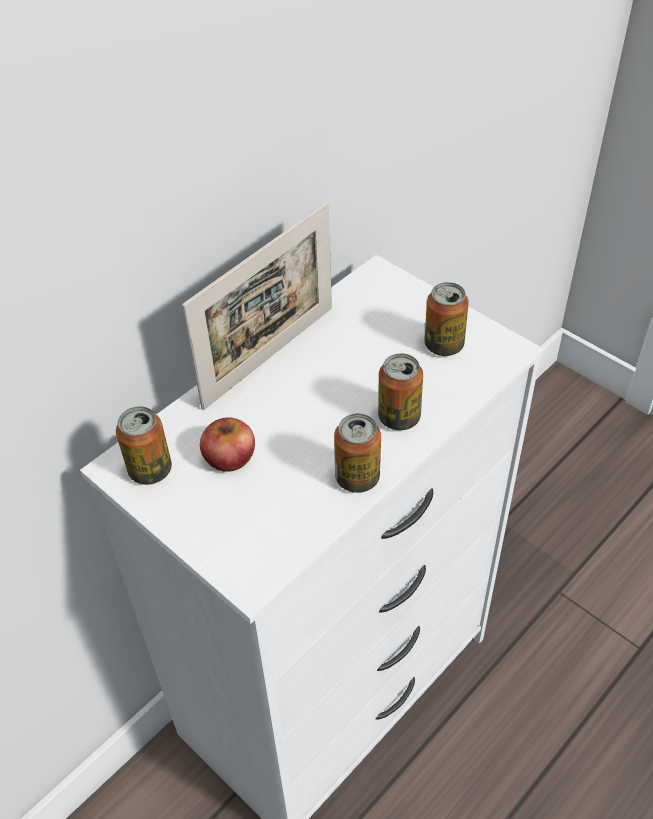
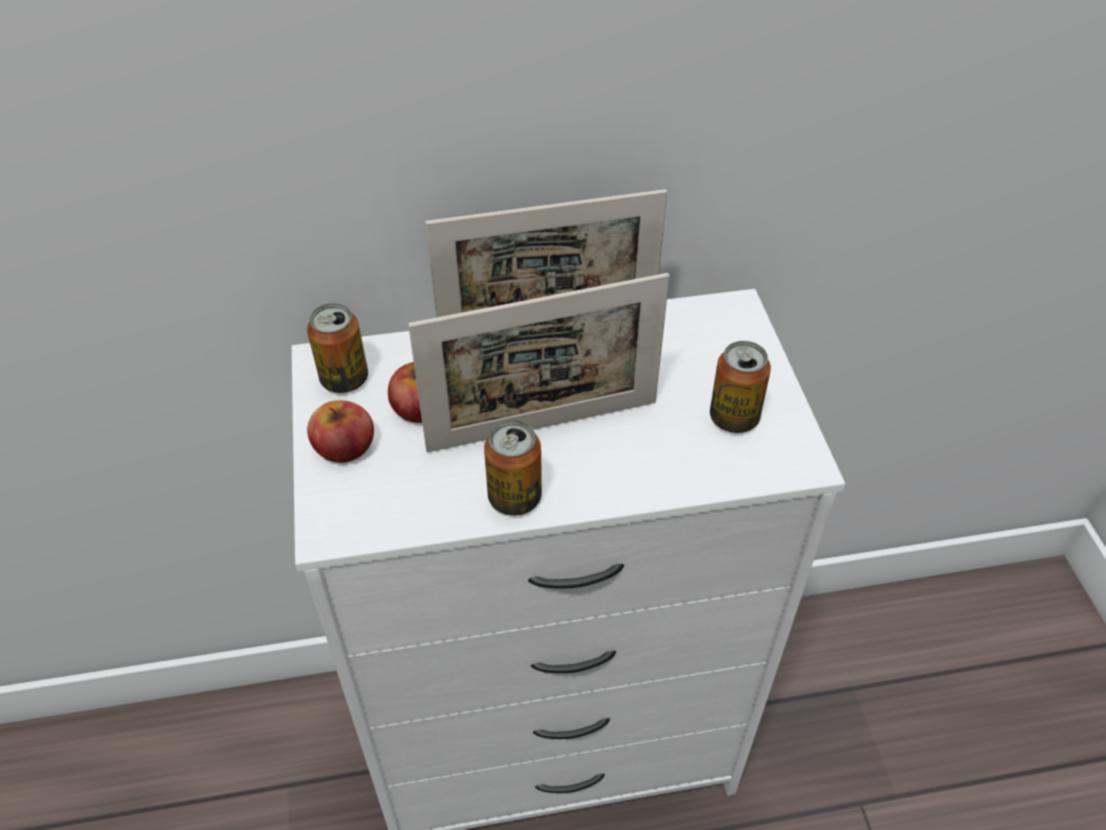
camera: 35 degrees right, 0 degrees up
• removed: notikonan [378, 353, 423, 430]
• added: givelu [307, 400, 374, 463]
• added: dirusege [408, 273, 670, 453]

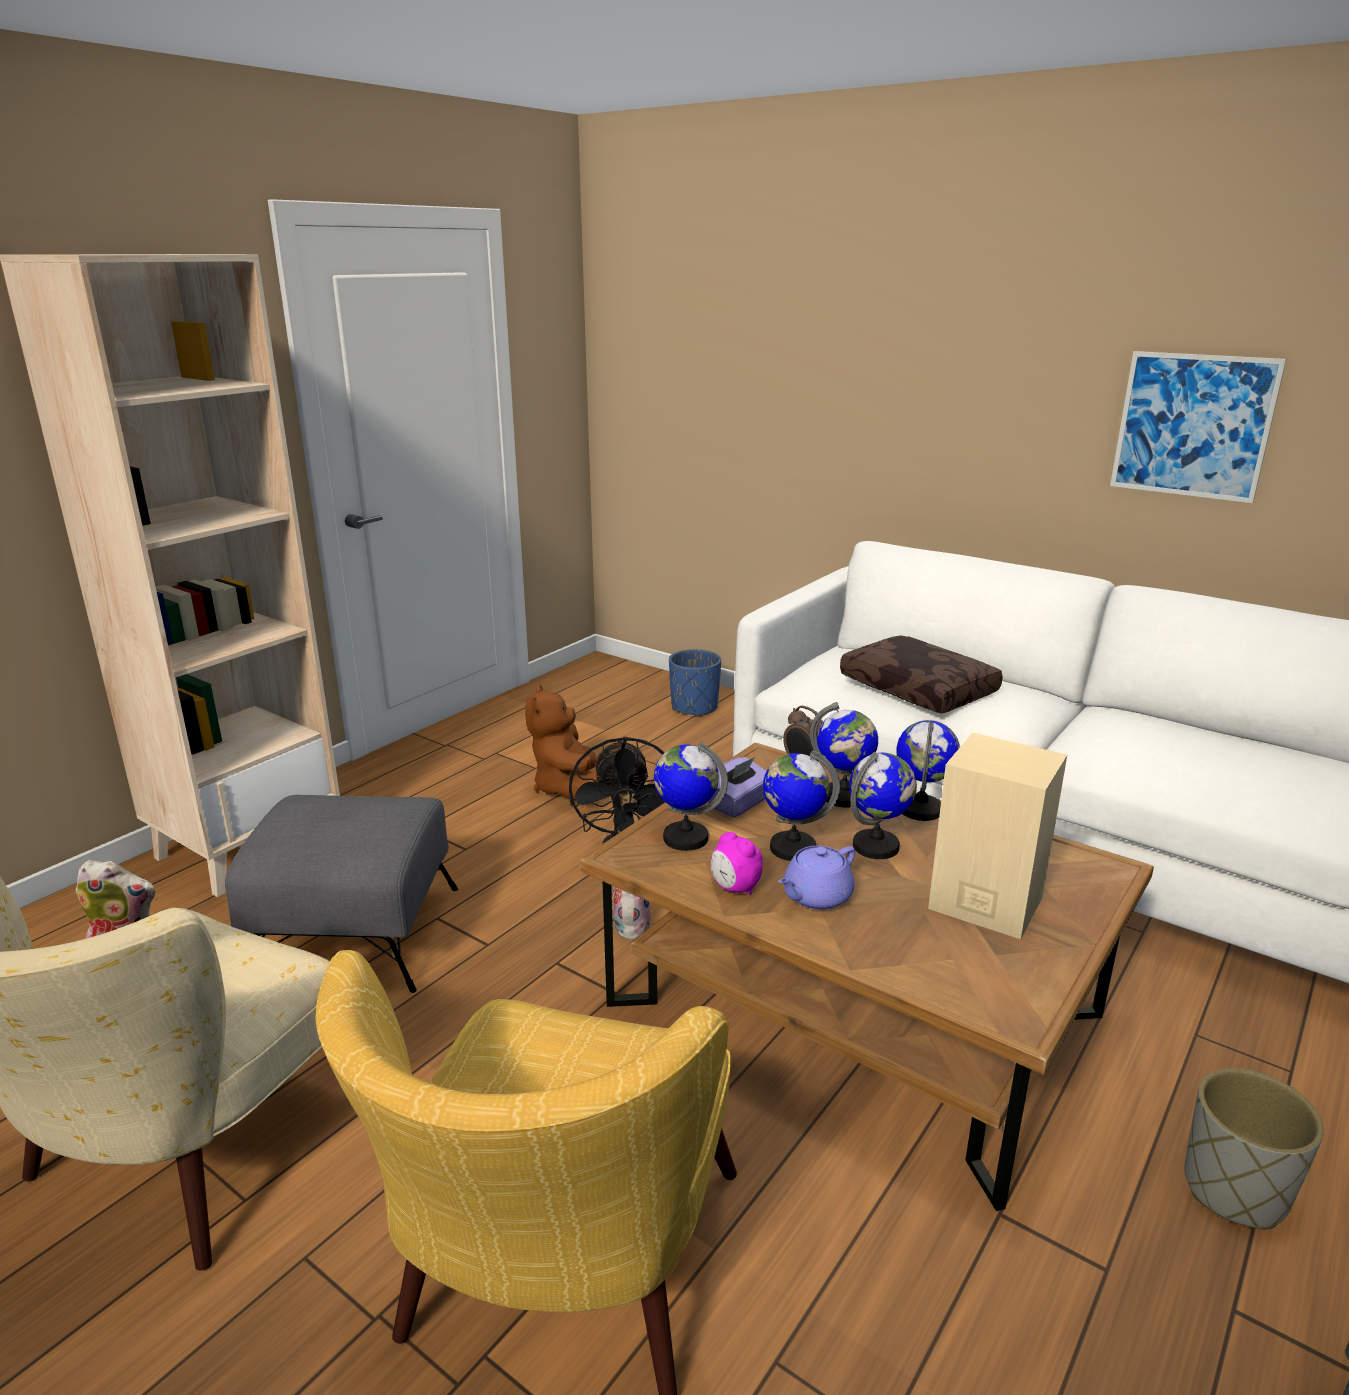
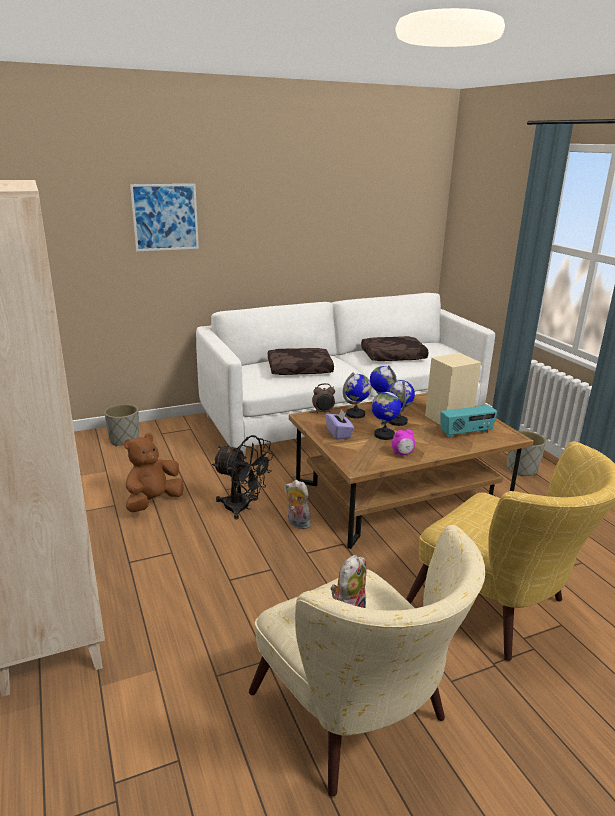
camera: 60 degrees left, 0 degrees up
• removed: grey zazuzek [225, 795, 458, 993]
• turned: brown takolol [525, 685, 598, 801] = [124, 434, 184, 512] 105 degrees clockwise
• removed: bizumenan [654, 742, 728, 851]
• recoloured: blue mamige [669, 649, 721, 717] to grey mamige [104, 404, 139, 446]
• removed: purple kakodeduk [778, 846, 855, 910]
• moved: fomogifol [1110, 351, 1286, 503] to [130, 184, 199, 251]
• added: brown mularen [361, 336, 429, 361]
• added: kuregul [440, 405, 497, 438]

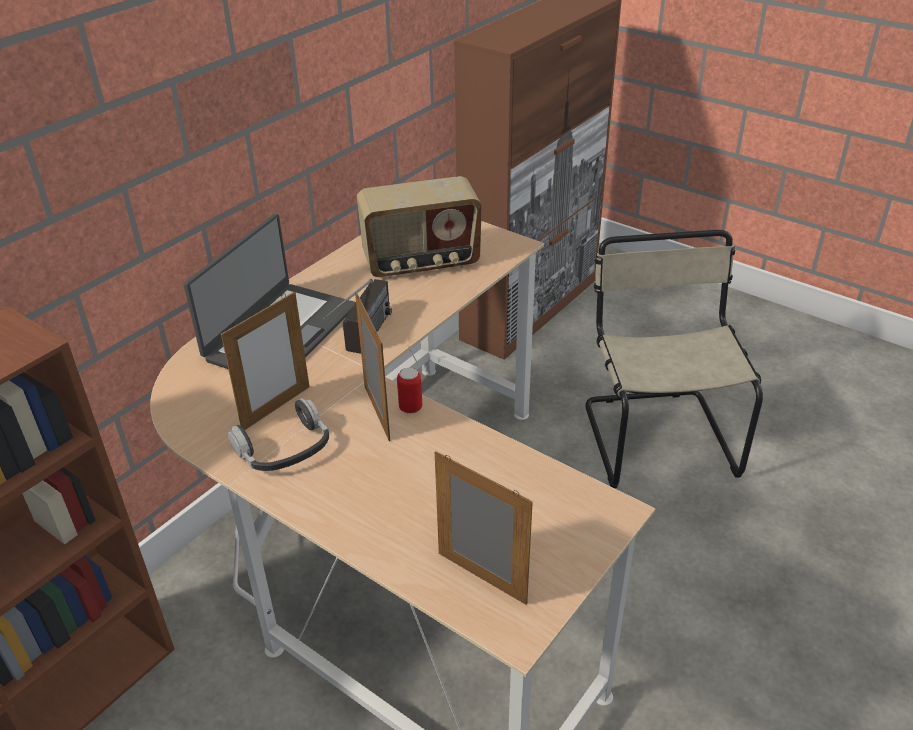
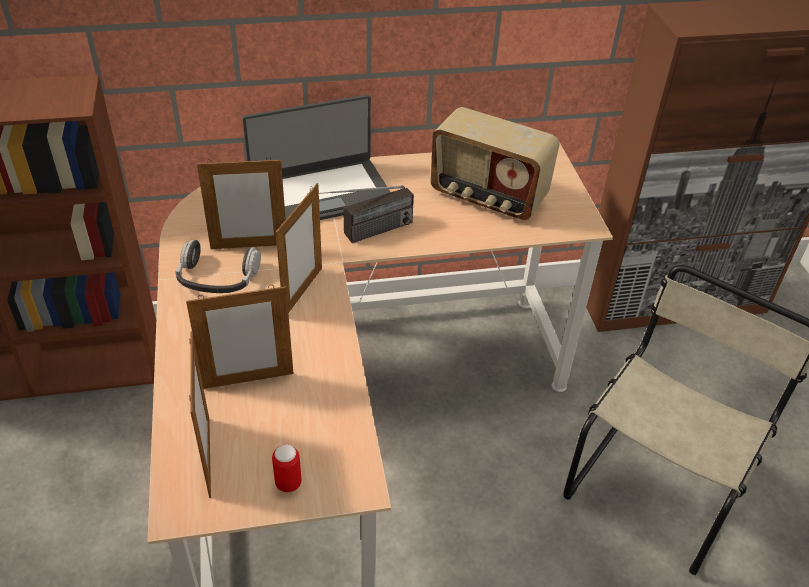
camera: 40 degrees right, 5 degrees up
• moved: notikonan [397, 368, 422, 414] to [272, 444, 302, 492]
• added: dirusege [186, 285, 294, 389]

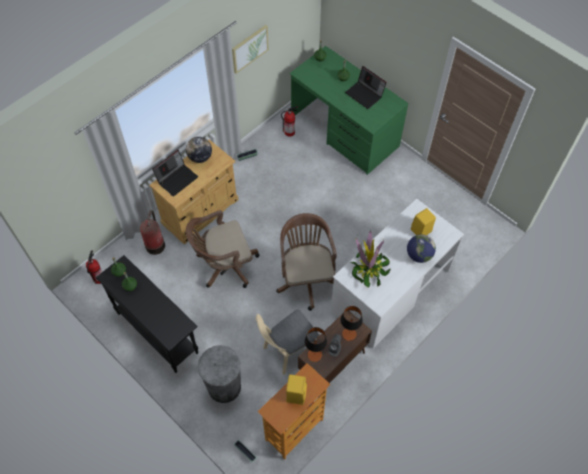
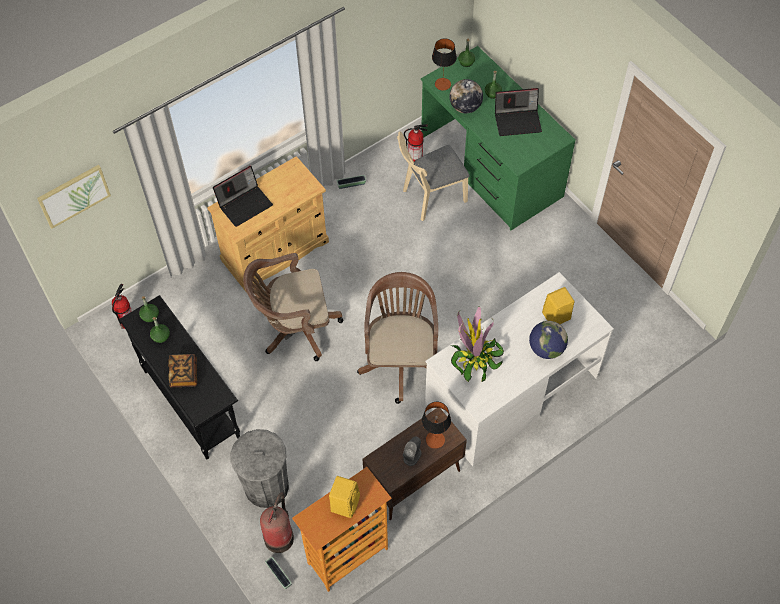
camera: 10 degrees right, 0 degrees up
• moved: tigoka [140, 210, 165, 255] to [260, 492, 294, 553]
• moved: bizumenan [186, 137, 212, 163] to [449, 79, 483, 113]
• moved: fomogifol [232, 25, 269, 74] to [37, 165, 111, 229]
• moved: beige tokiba [256, 309, 320, 375] to [397, 131, 470, 221]
• moved: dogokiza [305, 327, 327, 362] to [432, 38, 457, 90]
• turned: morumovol [345, 66, 387, 109] = [495, 88, 542, 136] 60 degrees counterclockwise
• added: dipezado [168, 354, 197, 387]

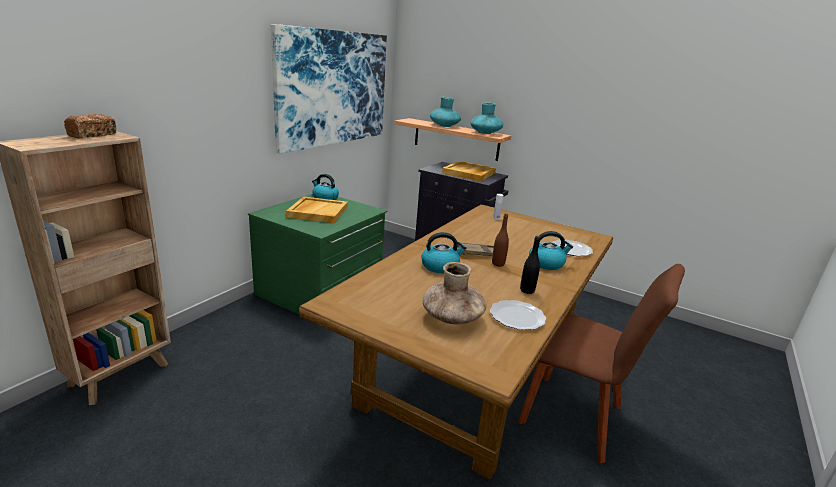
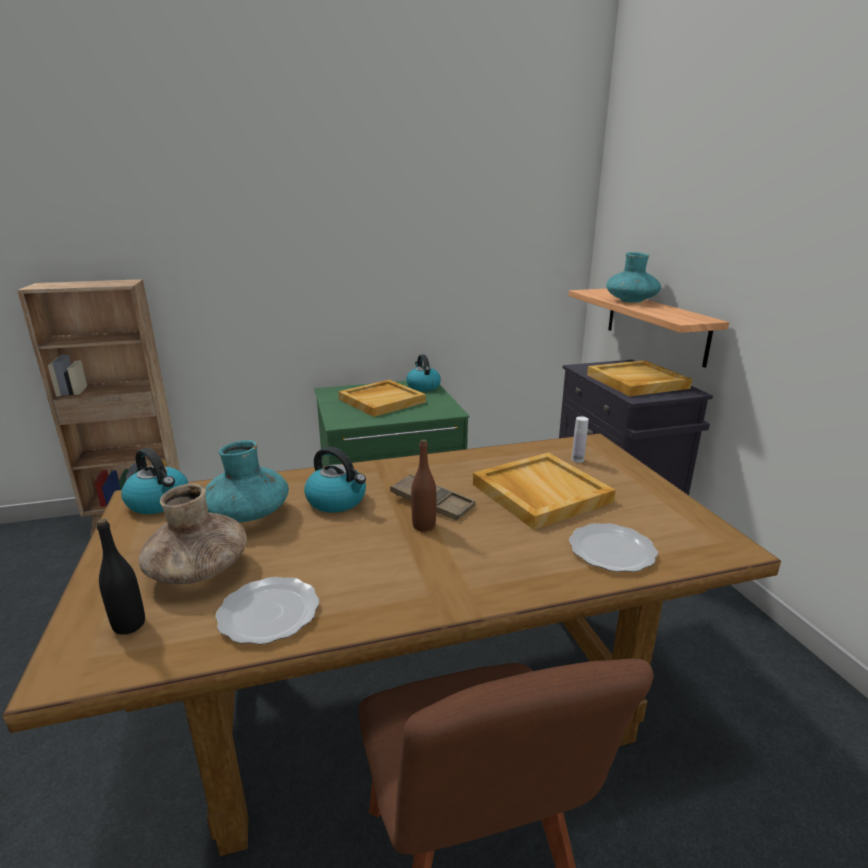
camera: 45 degrees right, 0 degrees up
• removed: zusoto [64, 114, 117, 138]
• removed: fomogifol [271, 24, 387, 154]
• moved: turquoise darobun [470, 103, 503, 134] to [205, 440, 289, 522]
• moved: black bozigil [520, 236, 540, 294] to [97, 519, 145, 635]
• moved: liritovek [529, 231, 573, 270] to [121, 448, 188, 514]
• added: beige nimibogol [473, 453, 616, 530]

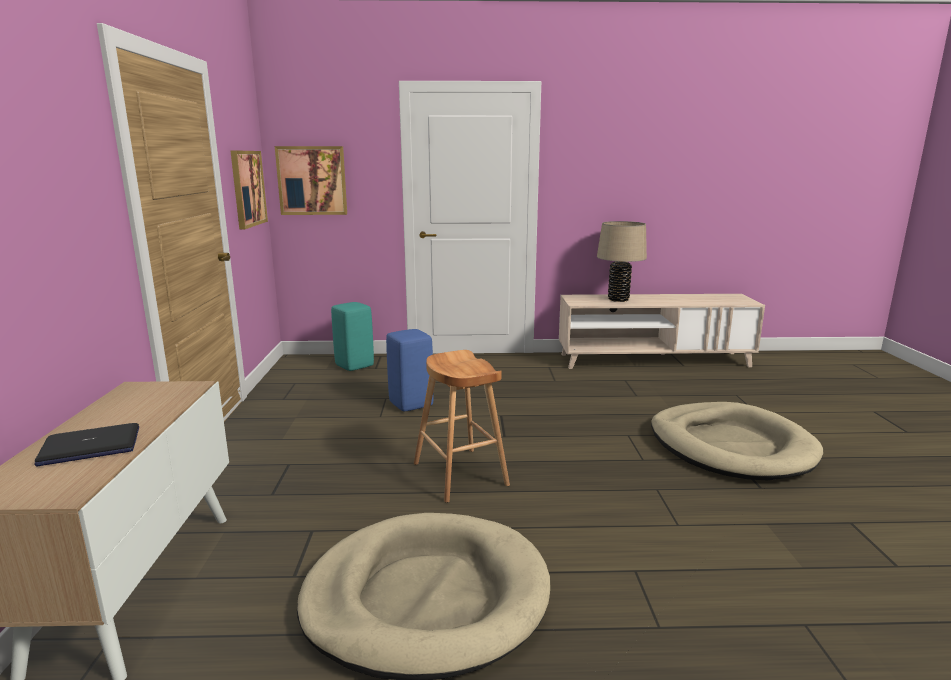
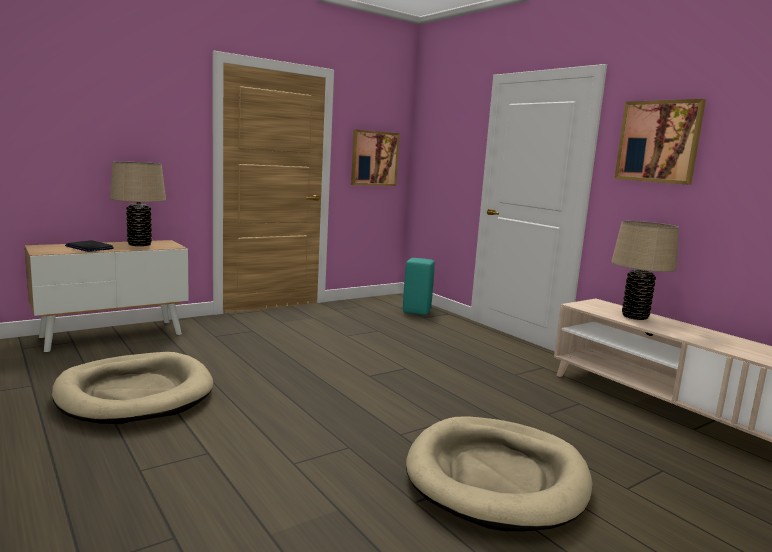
camera: 55 degrees right, 5 degrees down
• moved: fomogifol [275, 146, 347, 215] to [614, 99, 706, 185]
• removed: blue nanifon [386, 329, 434, 411]
• removed: brown nanifon [414, 350, 510, 503]
• added: beige dogokiza [110, 161, 166, 246]

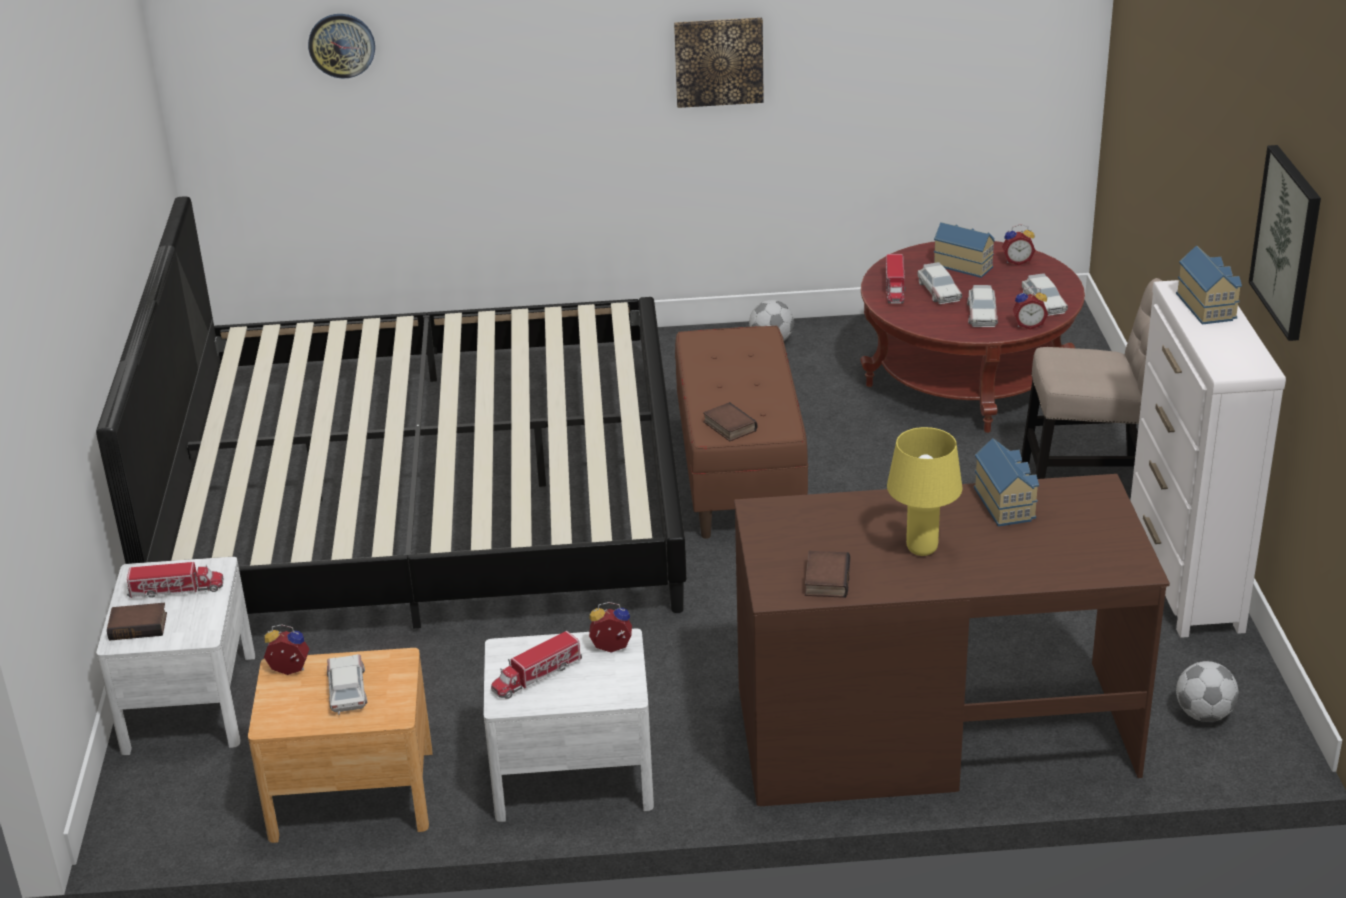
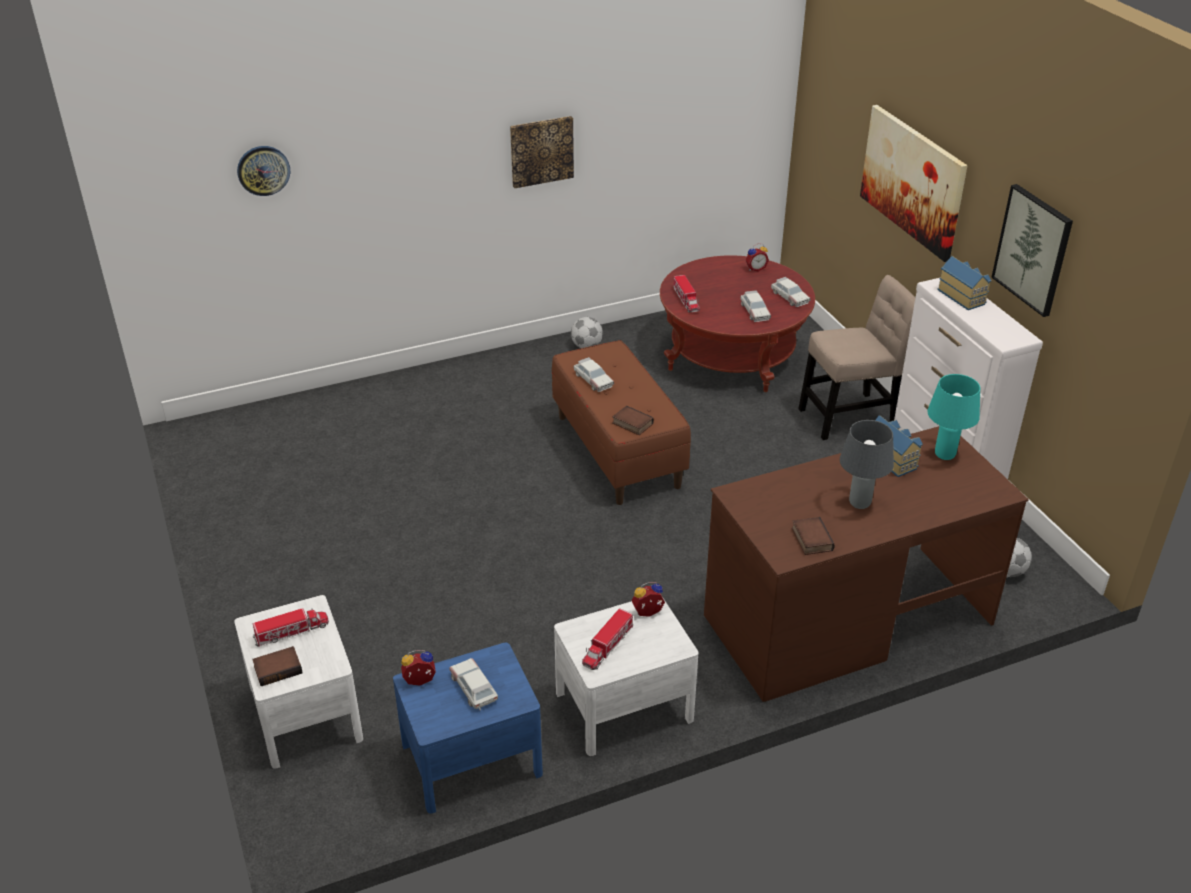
camera: 20 degrees left, 5 degrees up
• removed: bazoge [96, 196, 687, 629]
• recoloured: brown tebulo [248, 648, 433, 843] to blue tebulo [393, 642, 543, 814]
• recoloured: yellow dogokiza [887, 427, 962, 556] to grey dogokiza [840, 420, 894, 509]
• moved: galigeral [917, 262, 962, 304] to [574, 357, 614, 392]
• removed: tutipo [934, 222, 995, 278]
• removed: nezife [1013, 287, 1048, 330]
• added: fomogifol [860, 105, 968, 262]
• added: turquoise dogokiza [927, 374, 980, 460]

